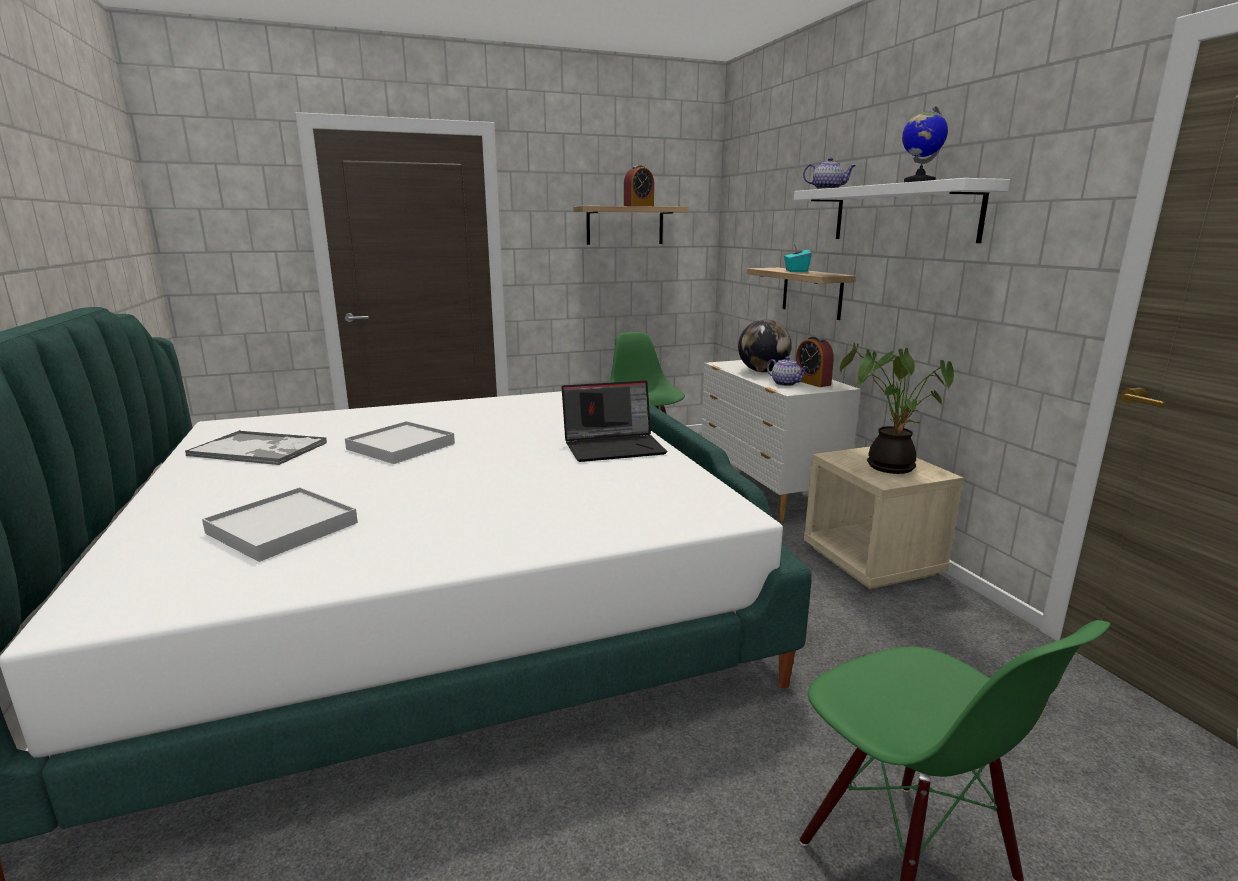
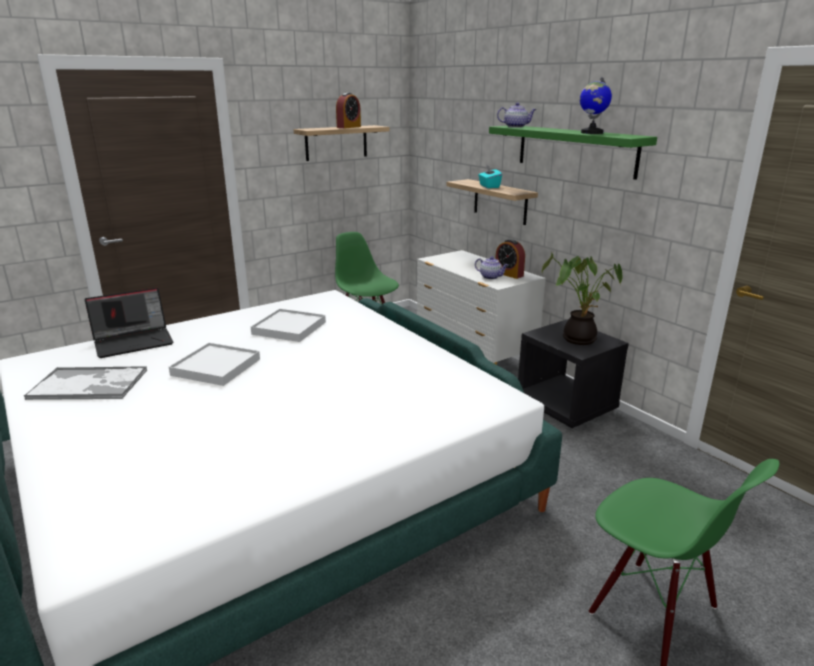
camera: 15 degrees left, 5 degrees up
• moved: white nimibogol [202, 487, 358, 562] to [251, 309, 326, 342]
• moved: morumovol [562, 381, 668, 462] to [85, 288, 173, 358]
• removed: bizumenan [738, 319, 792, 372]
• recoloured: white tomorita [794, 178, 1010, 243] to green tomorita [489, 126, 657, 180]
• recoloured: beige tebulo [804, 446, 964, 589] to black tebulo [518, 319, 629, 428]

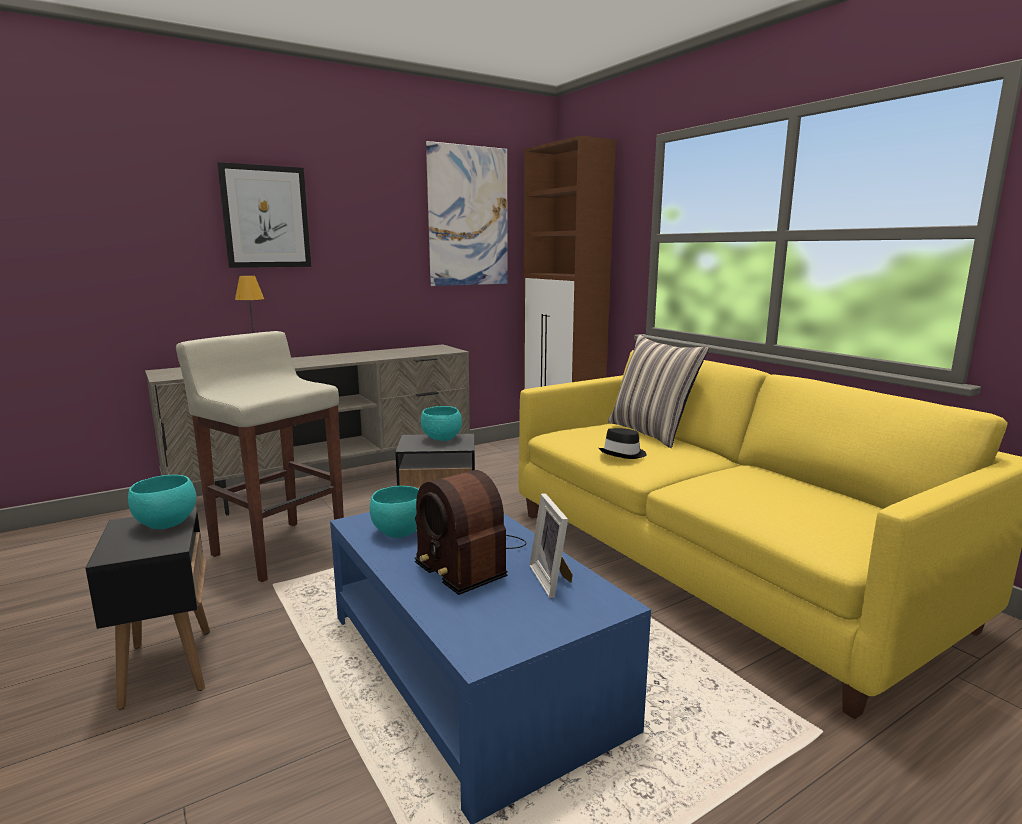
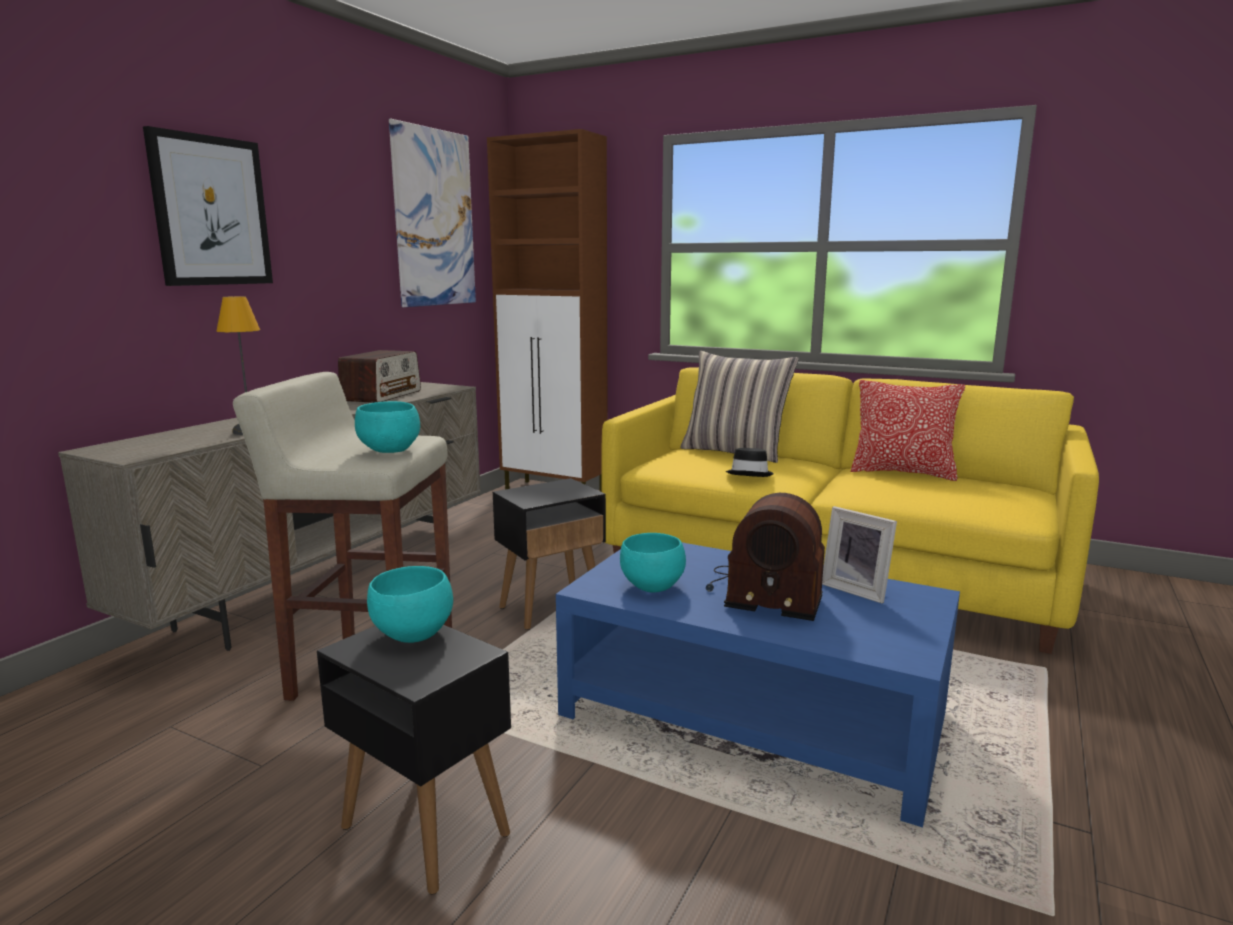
camera: 30 degrees left, 0 degrees up
• moved: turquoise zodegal [421, 406, 462, 441] to [355, 401, 420, 453]
• added: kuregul [338, 350, 421, 403]
• added: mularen [851, 380, 965, 481]

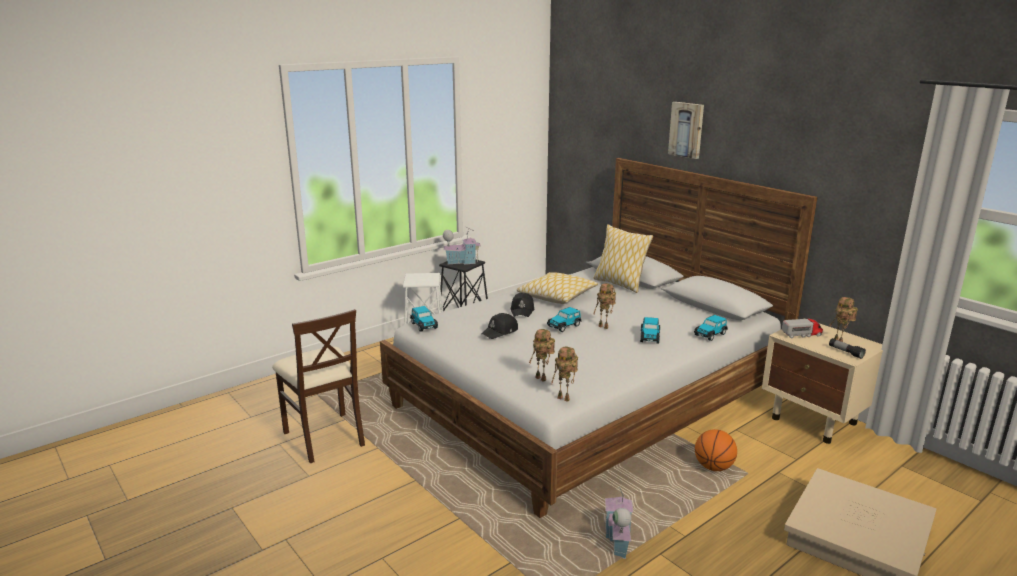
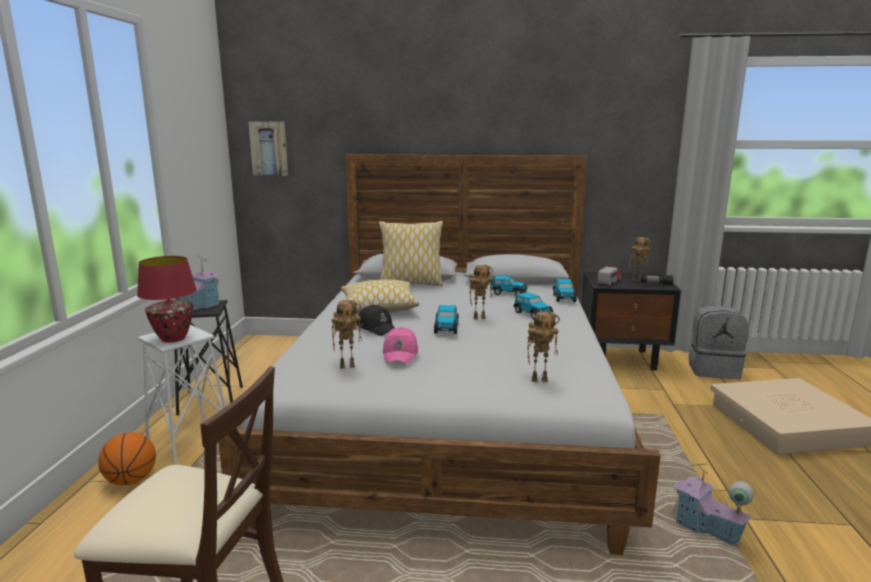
camera: 45 degrees left, 5 degrees down
• moved: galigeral [410, 306, 438, 332] to [491, 276, 528, 295]
• recoloured: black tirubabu [481, 313, 518, 339] to pink tirubabu [382, 327, 418, 363]
• moved: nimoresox [551, 347, 578, 402] to [332, 300, 362, 369]
• moved: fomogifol [668, 102, 704, 159] to [248, 122, 288, 176]
• moved: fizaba [695, 429, 737, 471] to [98, 432, 156, 485]
• recoloured: beige tebulo [762, 318, 883, 444] to black tebulo [582, 272, 681, 371]
• added: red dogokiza [137, 256, 197, 343]
• added: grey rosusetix [689, 305, 749, 379]

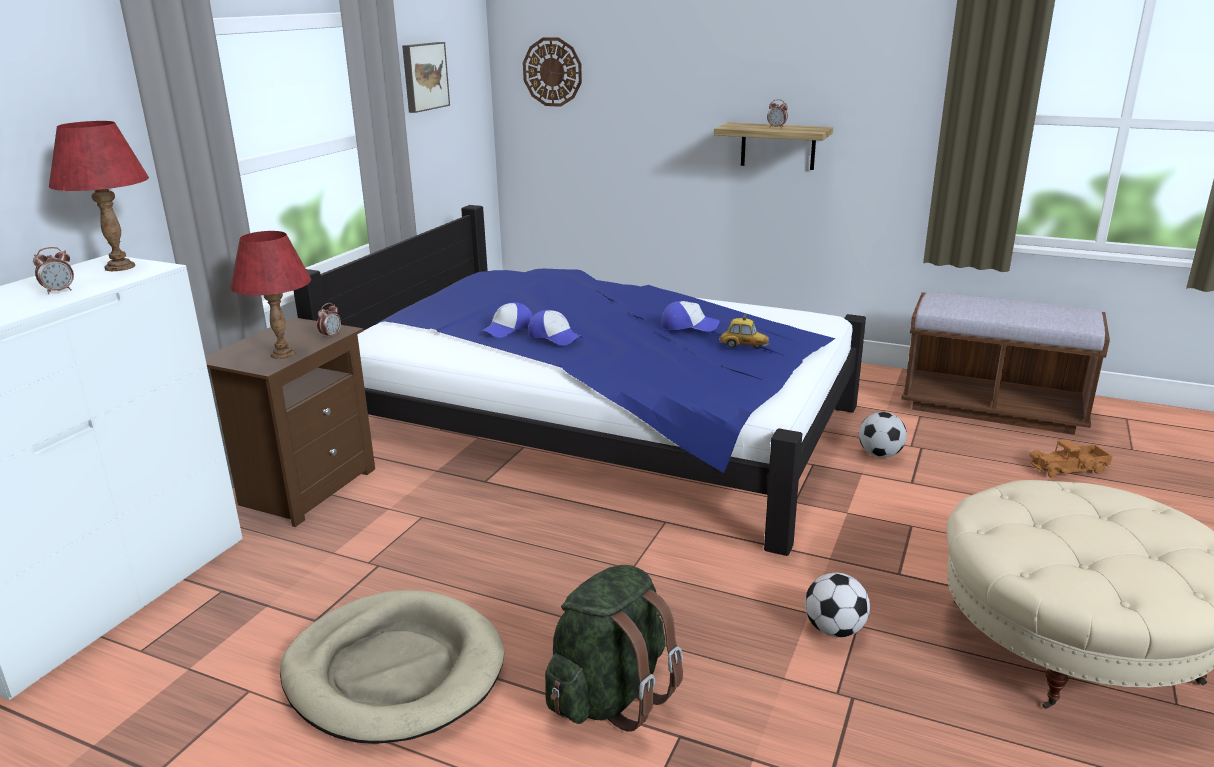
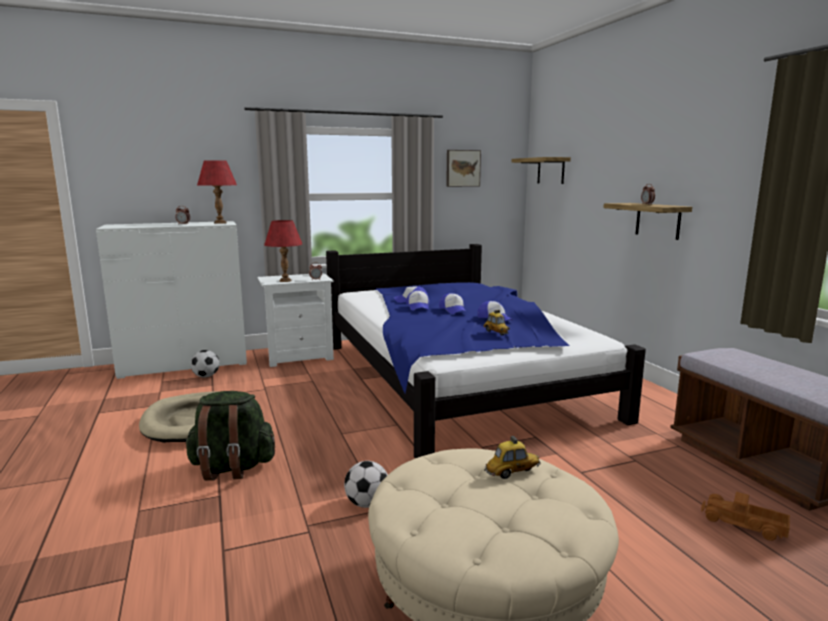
camera: 45 degrees right, 10 degrees down
• recoloured: brown tebulo [205, 317, 375, 527] to white tebulo [257, 273, 334, 367]
• replaced: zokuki [523, 37, 582, 107] to tomorita [512, 157, 571, 184]
• moved: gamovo [859, 412, 907, 458] to [190, 350, 220, 378]
• added: tirubabu [439, 293, 465, 314]
• added: galigeral [484, 436, 540, 479]

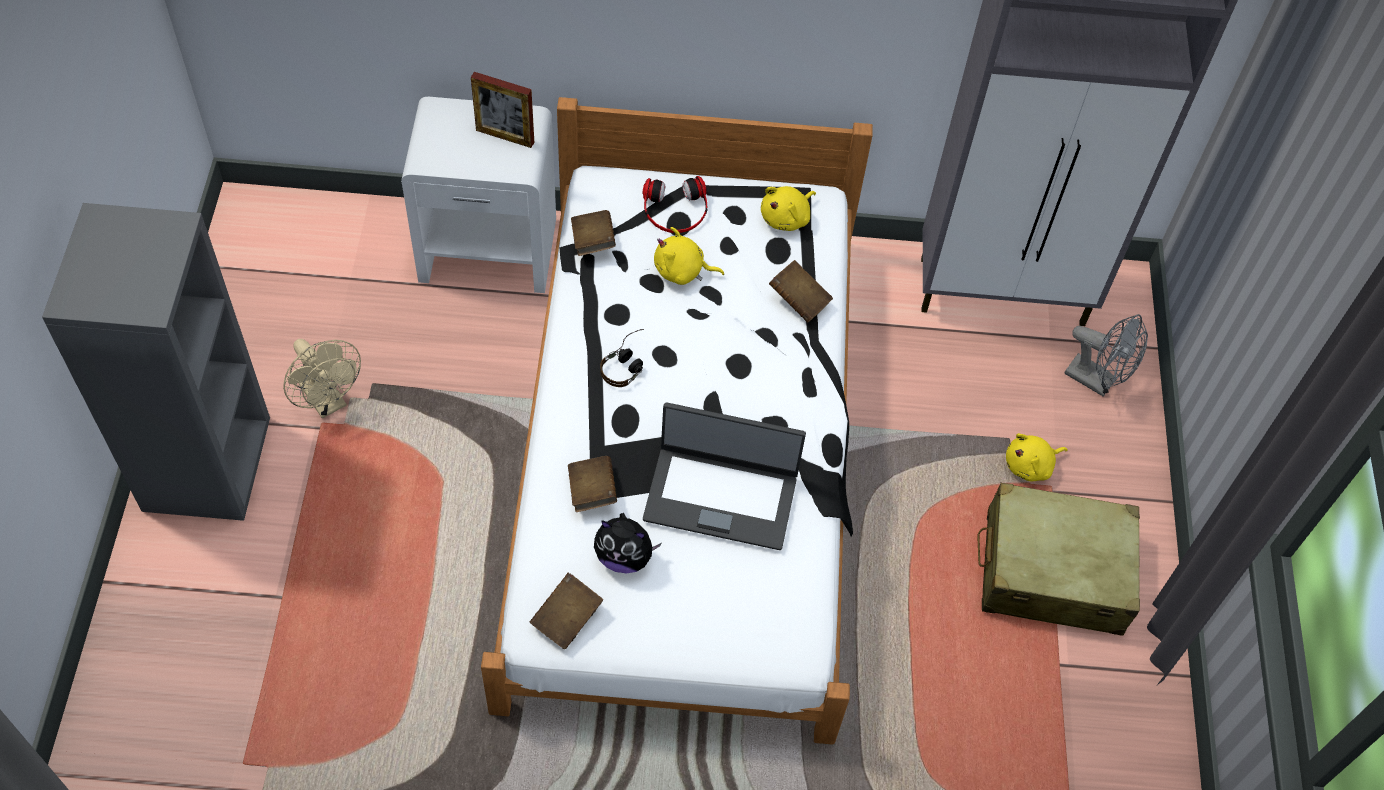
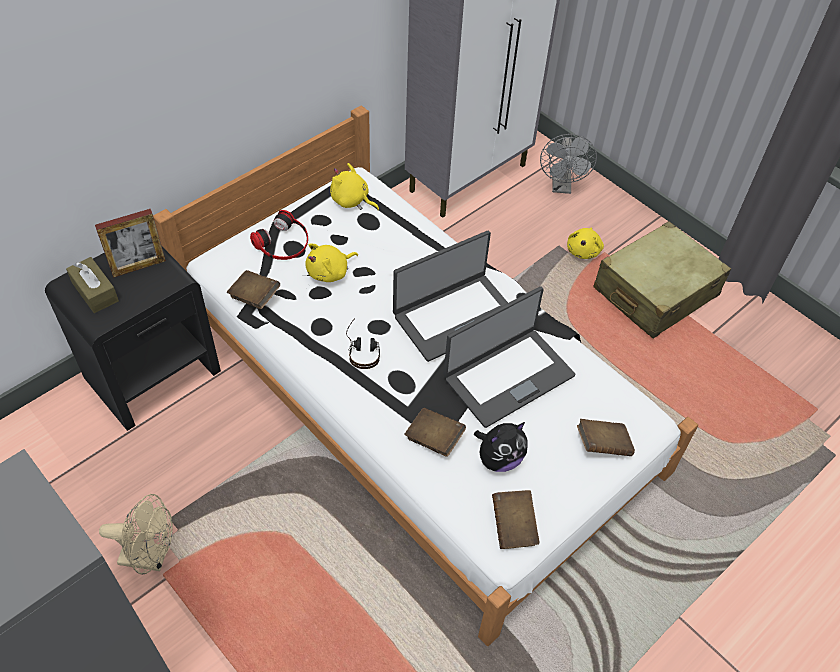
camera: 45 degrees left, 5 degrees down
• recoloured: white tebulo [401, 97, 556, 293] to black tebulo [45, 247, 221, 431]
• turned: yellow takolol [761, 186, 816, 231] = [330, 163, 379, 210] 120 degrees clockwise
• moved: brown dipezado [769, 260, 833, 323] to [577, 419, 635, 456]
• turned: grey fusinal [1064, 314, 1148, 397] = [540, 134, 597, 194] 105 degrees clockwise
• added: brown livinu [66, 257, 119, 313]
• added: morumovol [393, 231, 508, 362]

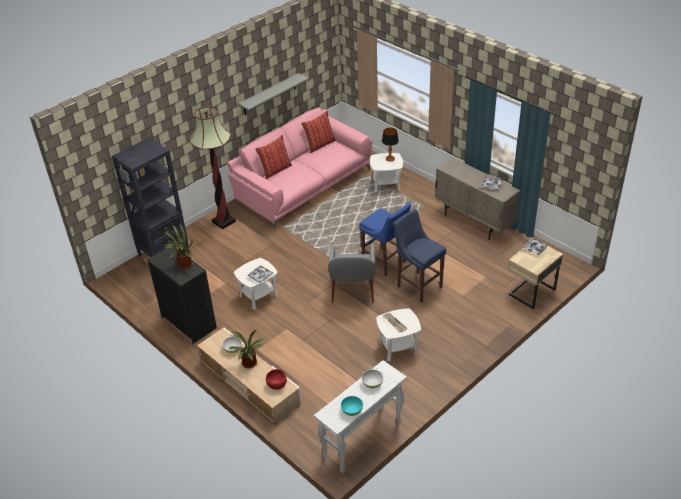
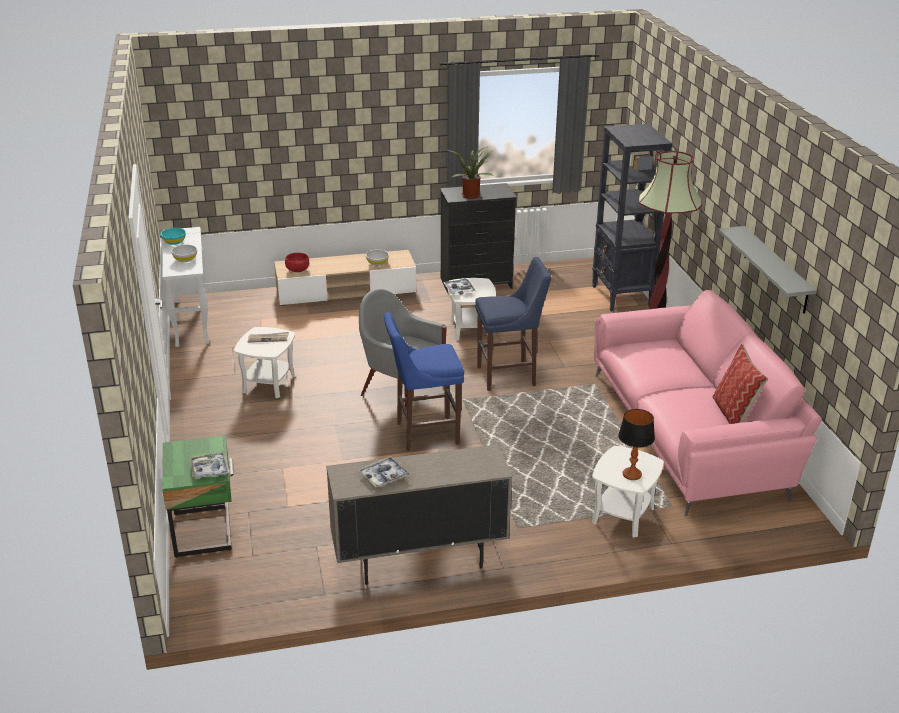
camera: 120 degrees right, 10 degrees down
• removed: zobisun [228, 329, 267, 368]
• removed: mularen [255, 134, 292, 179]
• moved: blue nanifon [393, 209, 446, 303] to [475, 257, 551, 391]
• recoloured: beige tebulo [508, 246, 563, 309] to green tebulo [162, 435, 234, 558]

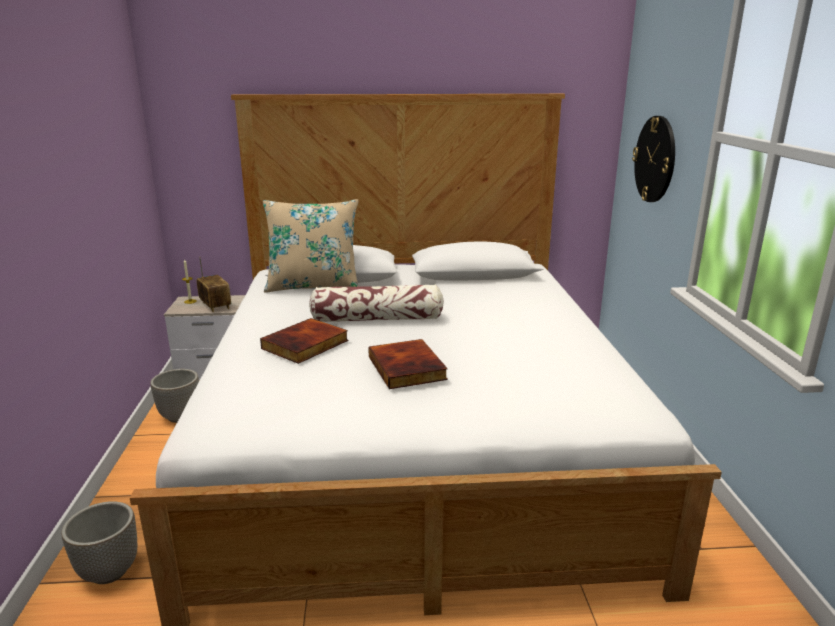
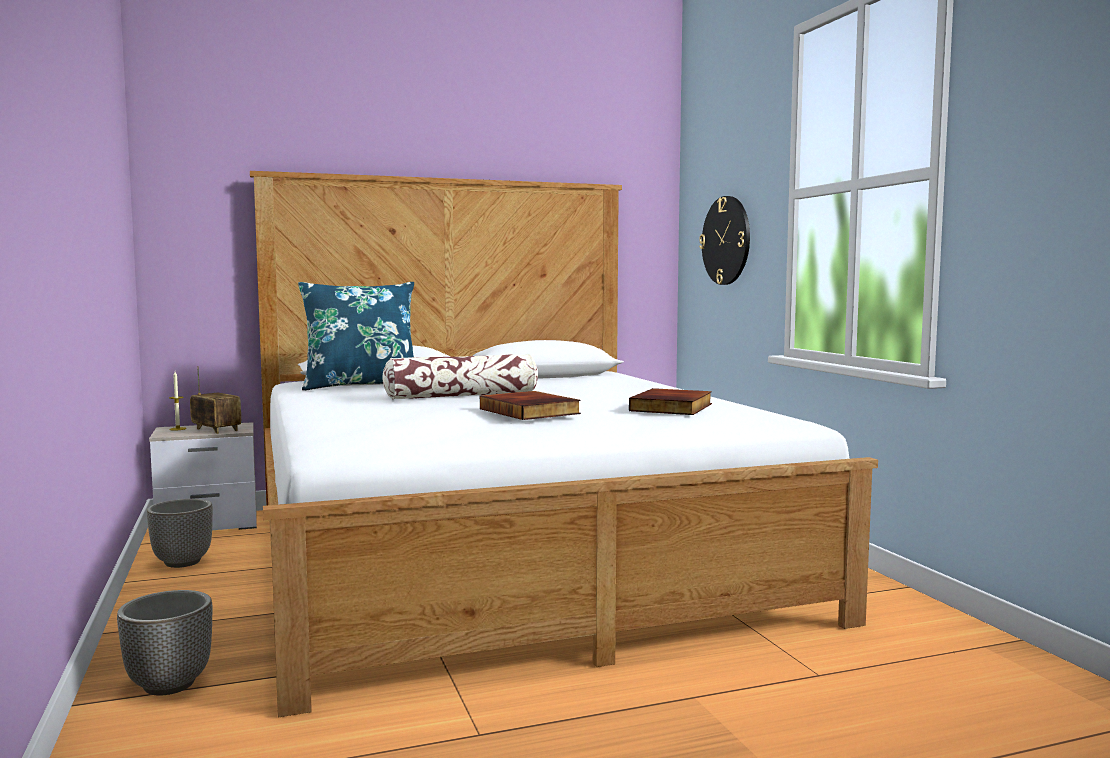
camera: 15 degrees left, 15 degrees down
• moved: dipezado [260, 318, 348, 364] to [629, 388, 712, 415]
• recoloured: beige mularen [263, 199, 359, 293] to blue mularen [298, 282, 414, 391]

